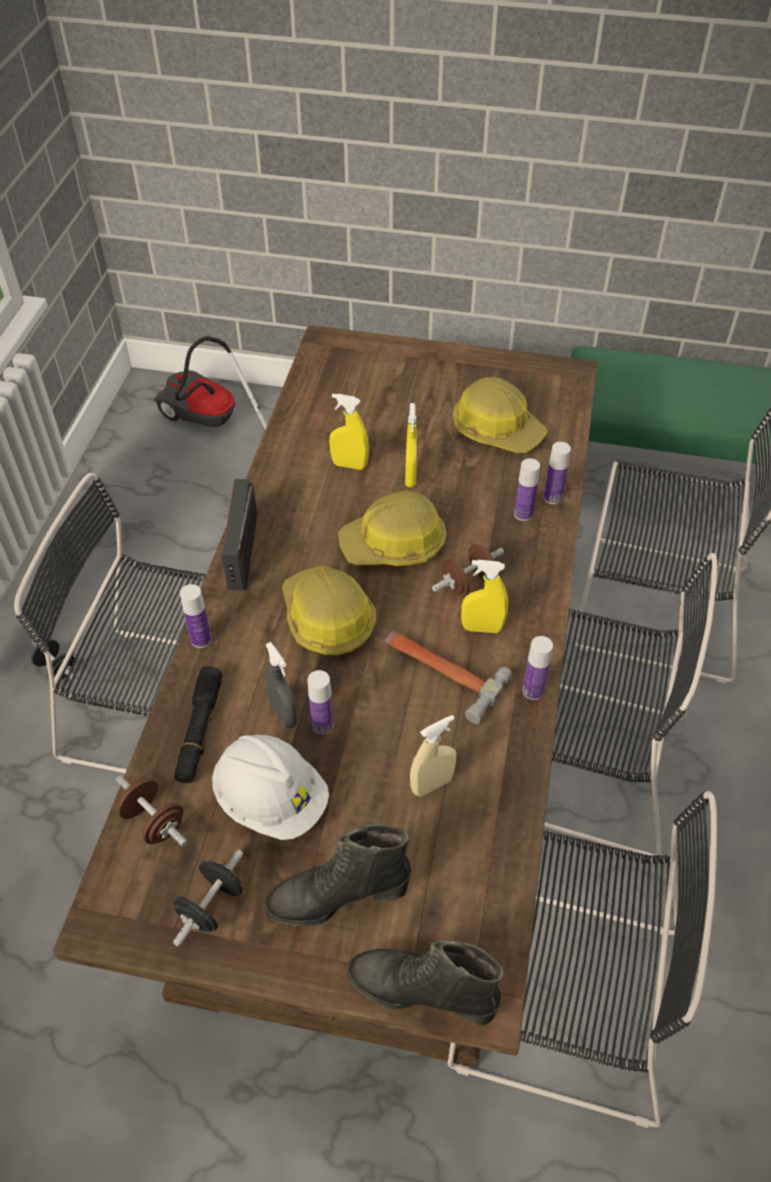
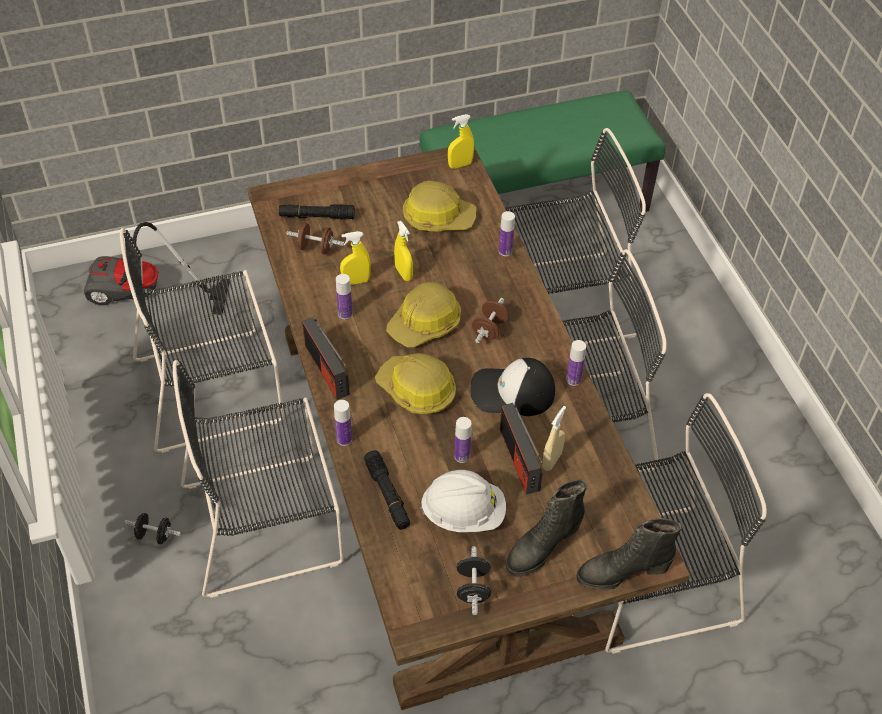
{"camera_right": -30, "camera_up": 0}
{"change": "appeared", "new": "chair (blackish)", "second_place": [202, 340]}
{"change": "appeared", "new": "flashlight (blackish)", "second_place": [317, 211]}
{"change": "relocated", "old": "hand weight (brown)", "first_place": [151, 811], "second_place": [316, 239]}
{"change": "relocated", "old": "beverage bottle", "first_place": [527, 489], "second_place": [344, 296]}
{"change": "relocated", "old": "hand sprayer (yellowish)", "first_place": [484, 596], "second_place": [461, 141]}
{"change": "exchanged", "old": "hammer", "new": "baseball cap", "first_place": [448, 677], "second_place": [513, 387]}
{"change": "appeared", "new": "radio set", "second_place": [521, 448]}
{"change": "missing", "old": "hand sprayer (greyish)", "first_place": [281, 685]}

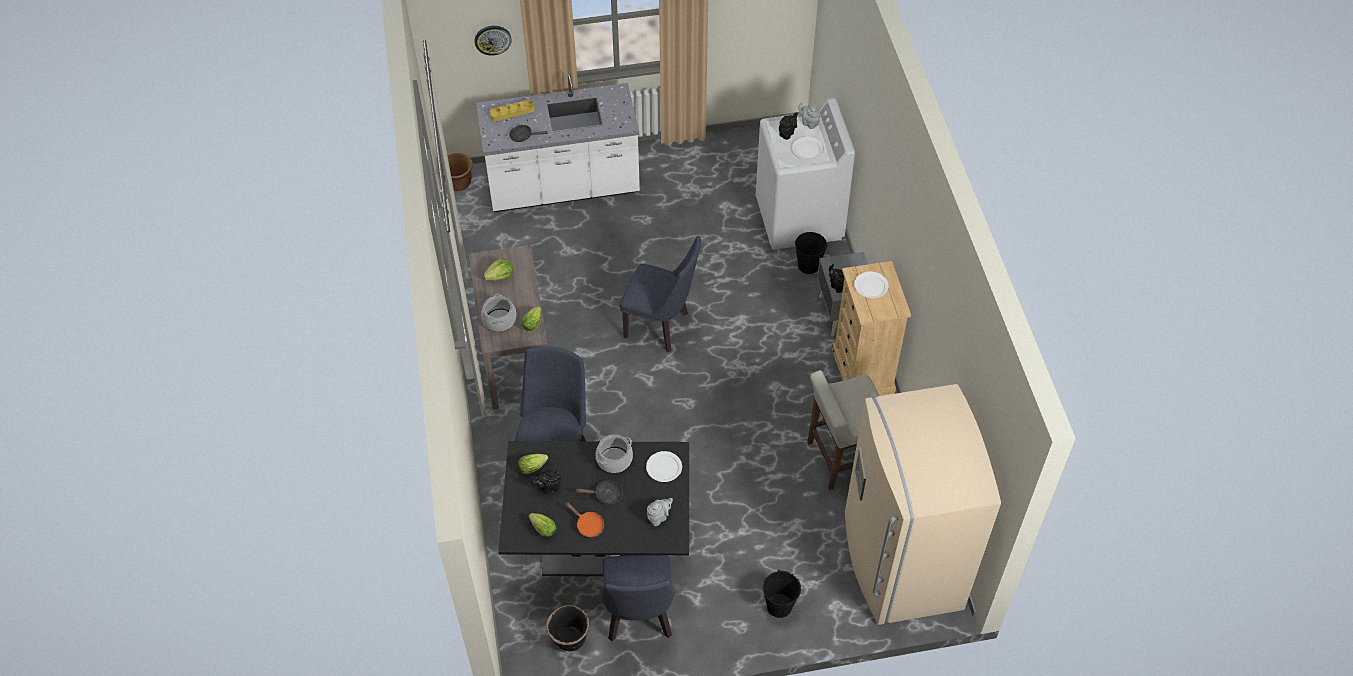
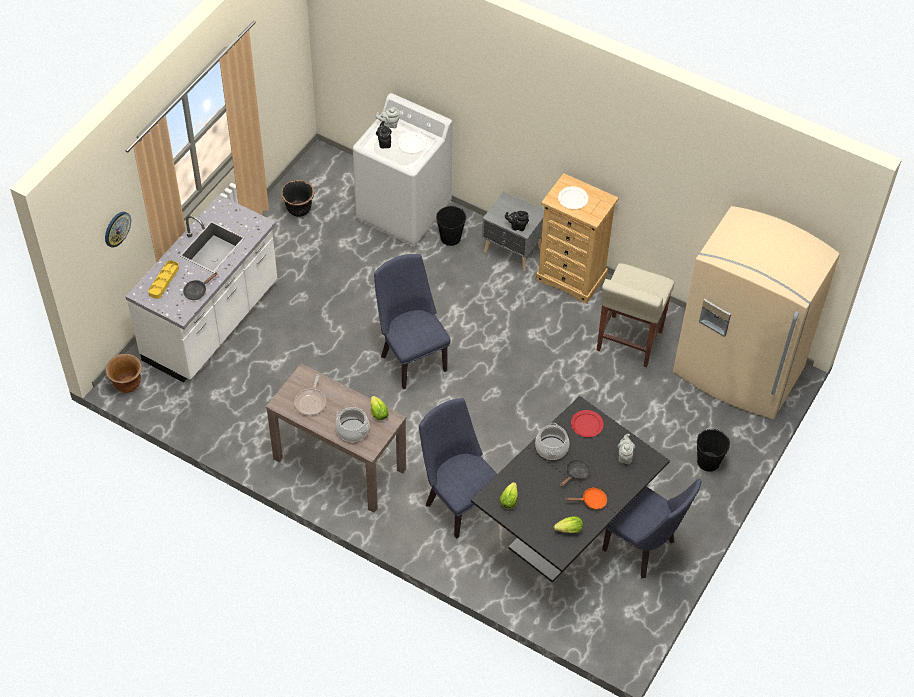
{"camera_right": -50, "camera_up": 0}
{"change": "relocated", "old": "flower pot (blackish)", "first_place": [568, 628], "second_place": [297, 198]}
{"change": "exchanged", "old": "lettuce", "new": "frying pan", "first_place": [498, 269], "second_place": [310, 395]}
{"change": "spun", "old": "chair (blue-coloured)", "first_place": [660, 294], "second_place": [412, 321], "degrees": -90}
{"change": "colour", "old": "flat dish (white-coloured)", "new": "flat dish (red-coloured)", "first_place": [664, 466], "second_place": [587, 423]}
{"change": "missing", "old": "tea pot (blackish)", "first_place": [546, 481]}

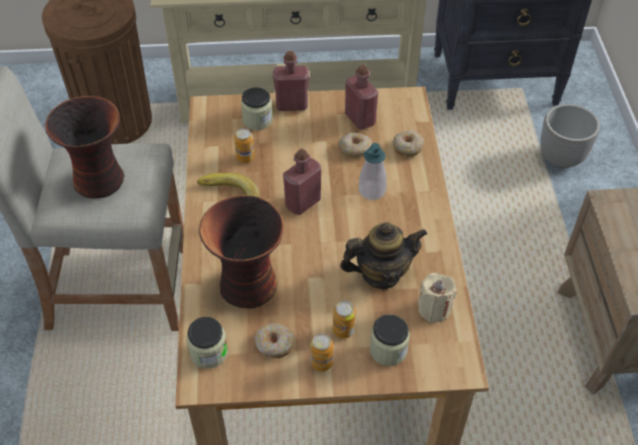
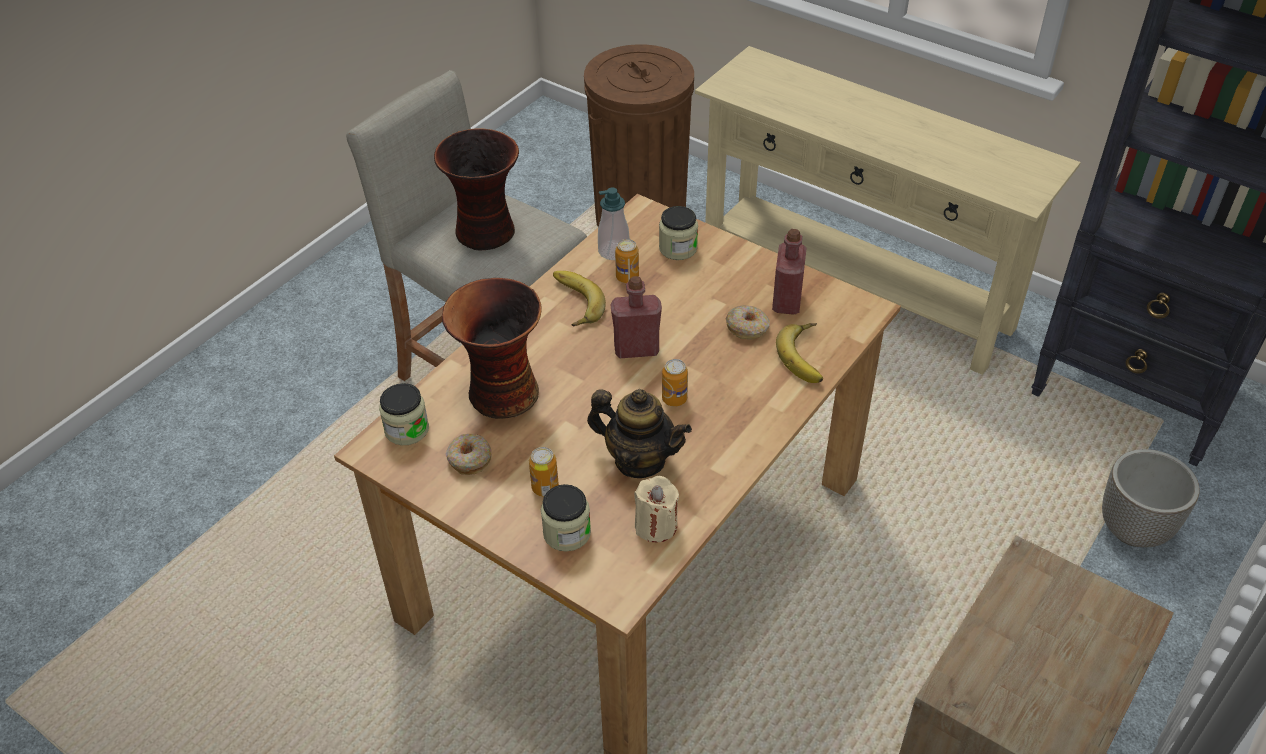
{"camera_right": 40, "camera_up": -5}
{"change": "relocated", "old": "soap bottle", "first_place": [372, 171], "second_place": [614, 223]}
{"change": "relocated", "old": "sealed can", "first_place": [322, 352], "second_place": [675, 383]}
{"change": "exchanged", "old": "doughnut", "new": "banana fruit", "first_place": [408, 144], "second_place": [799, 353]}
{"change": "missing", "old": "beverage bottle (red-coloured)", "first_place": [291, 81]}

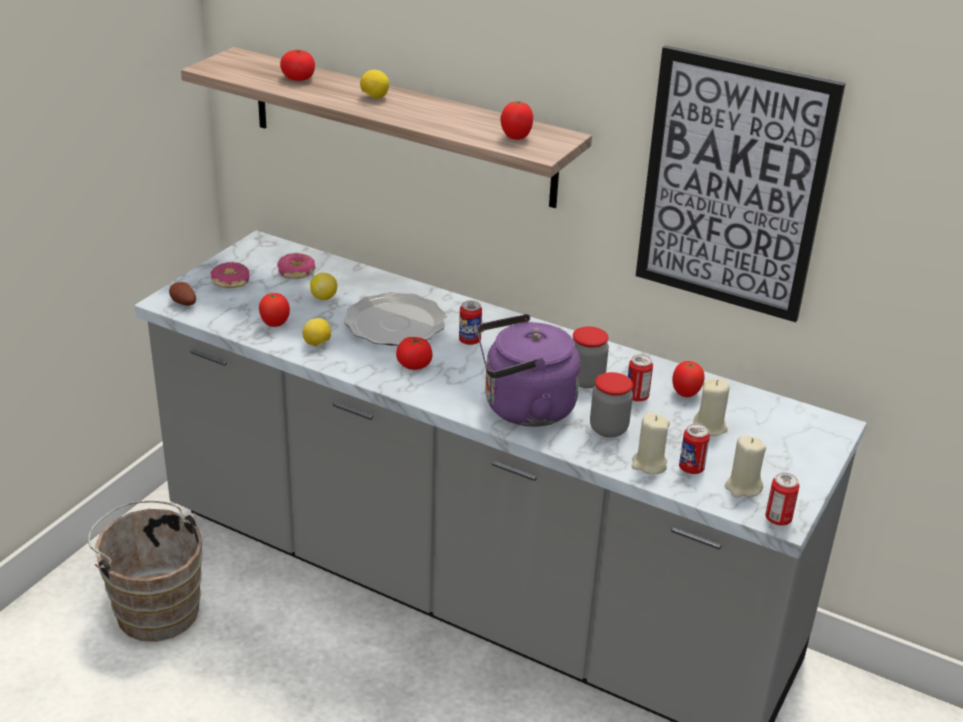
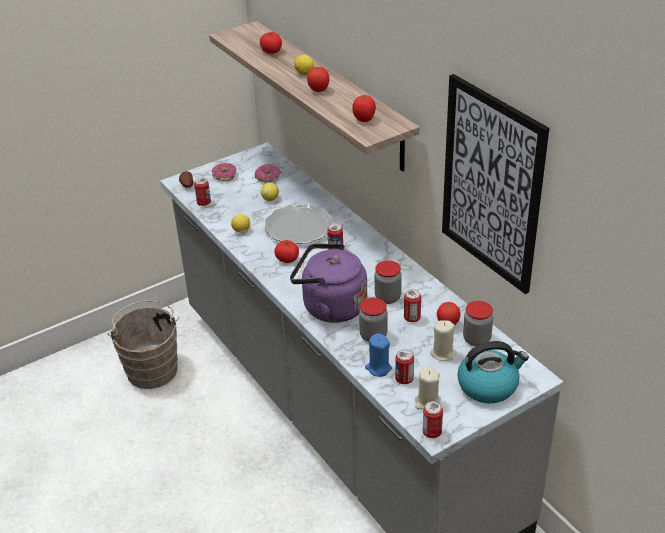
{"camera_right": 30, "camera_up": 5}
{"change": "appeared", "new": "sealed can", "second_place": [202, 191]}
{"change": "relocated", "old": "fresh tomato", "first_place": [274, 310], "second_place": [318, 79]}
{"change": "colour", "old": "wax candle (sand-coloured)", "new": "wax candle (blue-coloured)", "first_place": [651, 443], "second_place": [378, 355]}
{"change": "appeared", "new": "kettle", "second_place": [493, 372]}
{"change": "appeared", "new": "preserve jar", "second_place": [478, 323]}

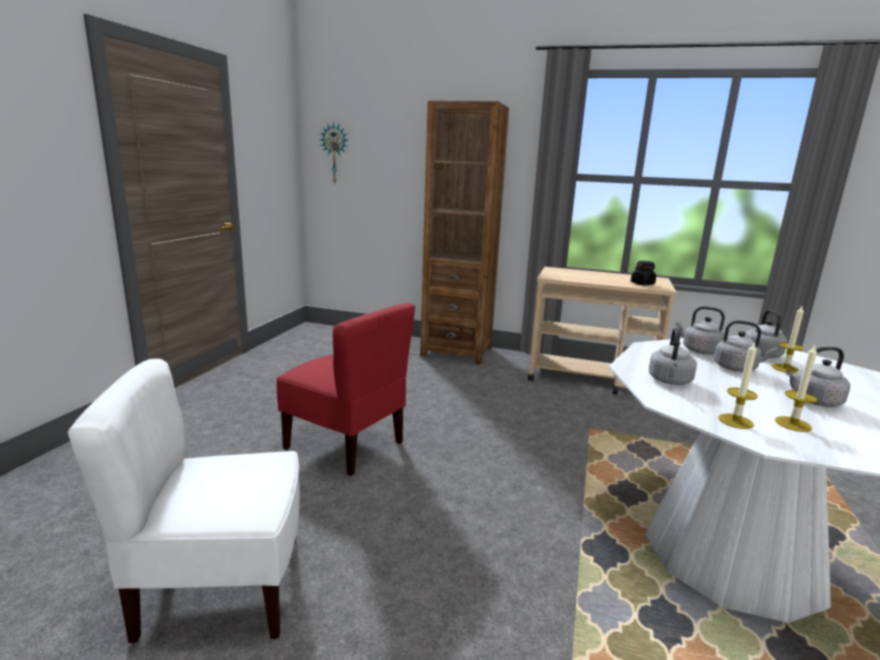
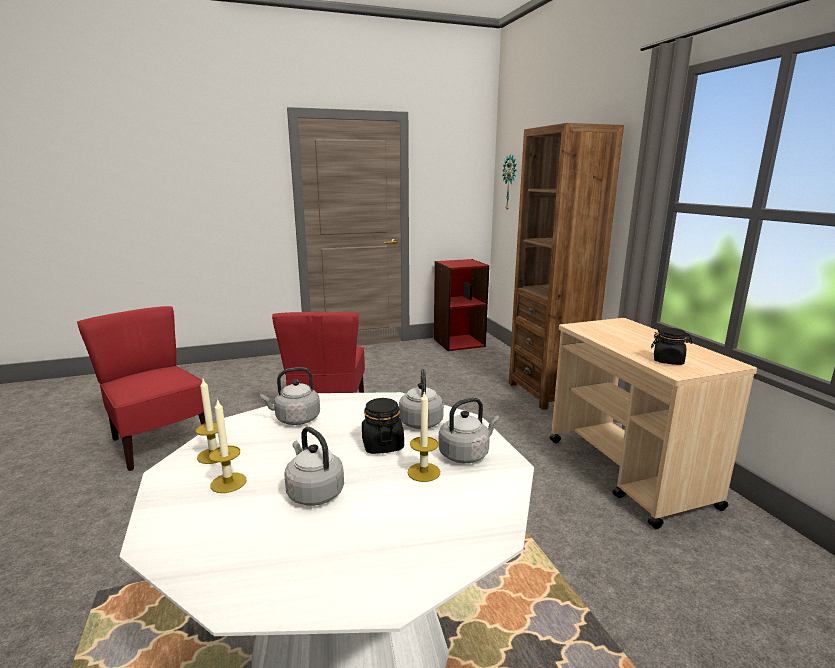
{"camera_right": 55, "camera_up": 0}
{"change": "colour", "old": "chair (white-coloured)", "new": "chair (red-coloured)", "first_place": [184, 501], "second_place": [141, 388]}
{"change": "exchanged", "old": "kettle (greyish)", "new": "preserve jar (blackish)", "first_place": [745, 346], "second_place": [383, 426]}
{"change": "appeared", "new": "bookshelf (red-coloured)", "second_place": [461, 305]}

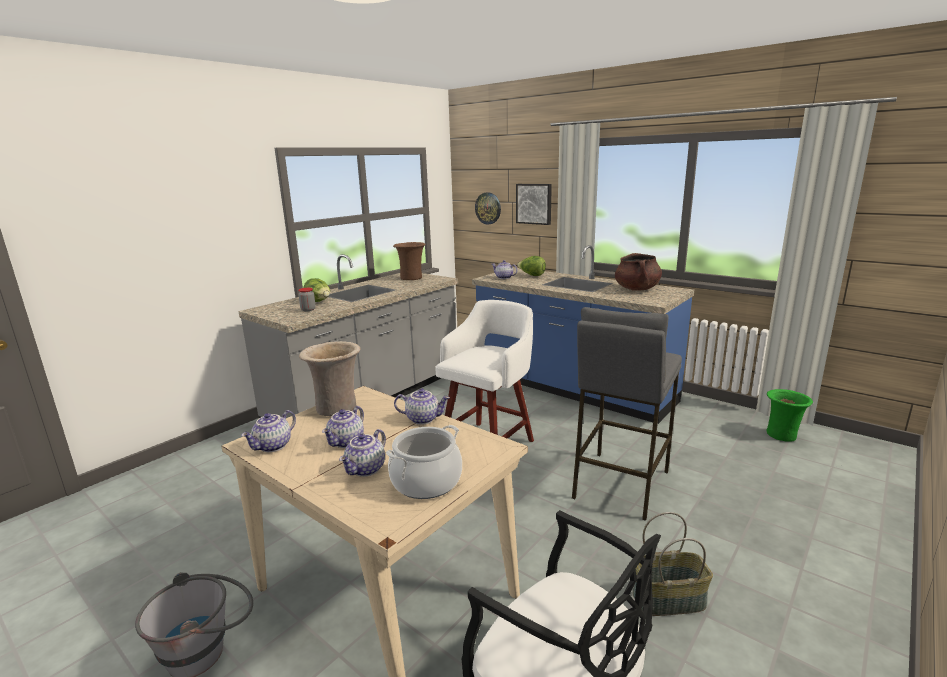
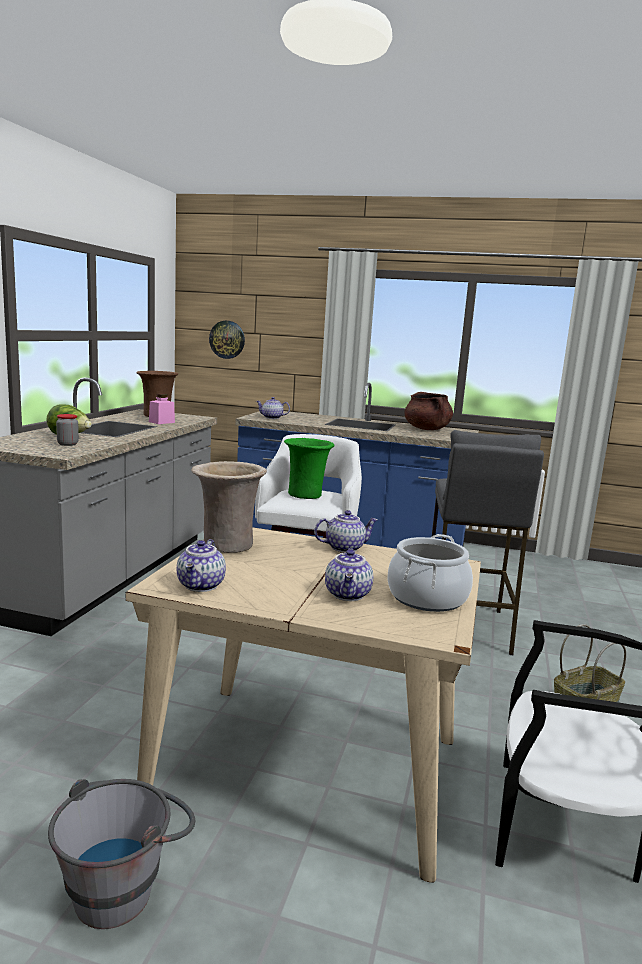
{"camera_right": -25, "camera_up": -5}
{"change": "appeared", "new": "preserve jar (pink)", "second_place": [162, 409]}
{"change": "relocated", "old": "flower vase (greenish)", "first_place": [790, 415], "second_place": [309, 468]}
{"change": "missing", "old": "tea pot", "first_place": [343, 427]}
{"change": "missing", "old": "picture", "first_place": [534, 204]}
{"change": "missing", "old": "lettuce", "first_place": [531, 266]}

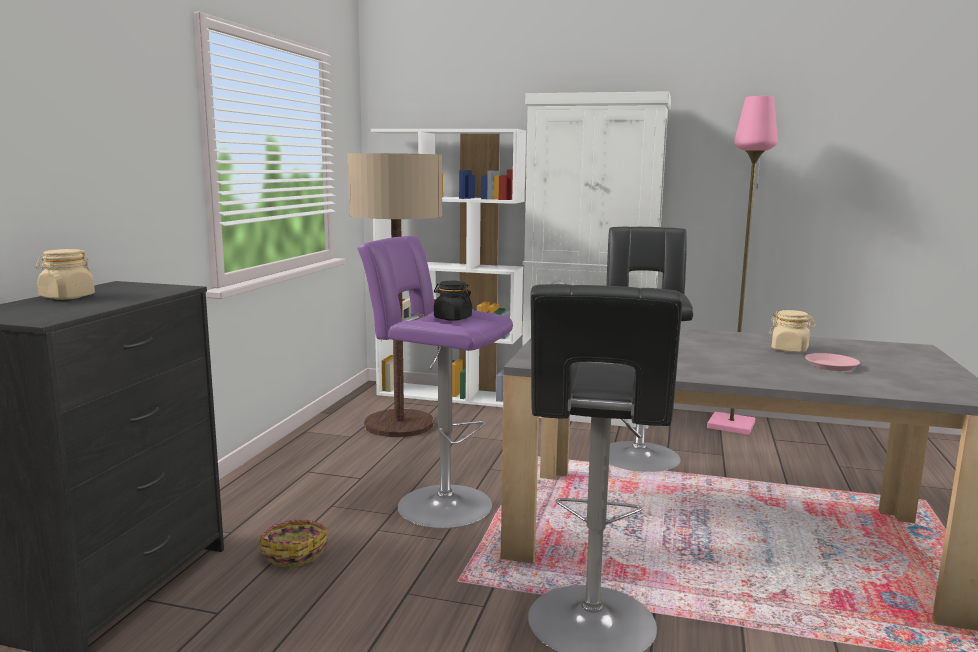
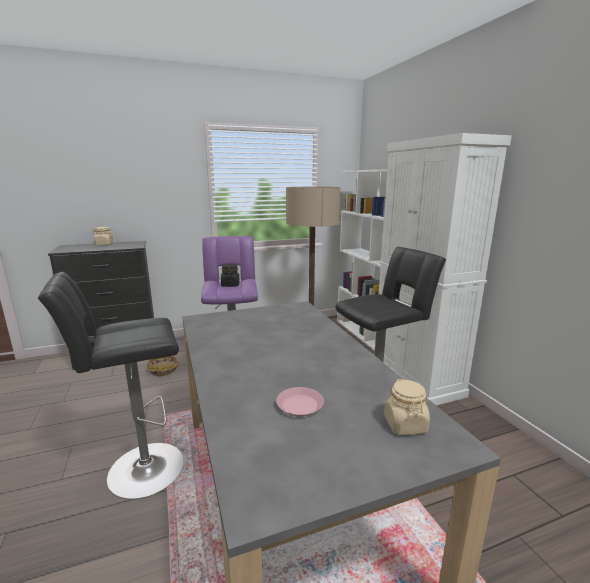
{"camera_right": 55, "camera_up": 5}
{"change": "relocated", "old": "preserve jar (sand-coloured)", "first_place": [792, 331], "second_place": [407, 407]}
{"change": "missing", "old": "standard lamp (pink)", "first_place": [742, 265]}

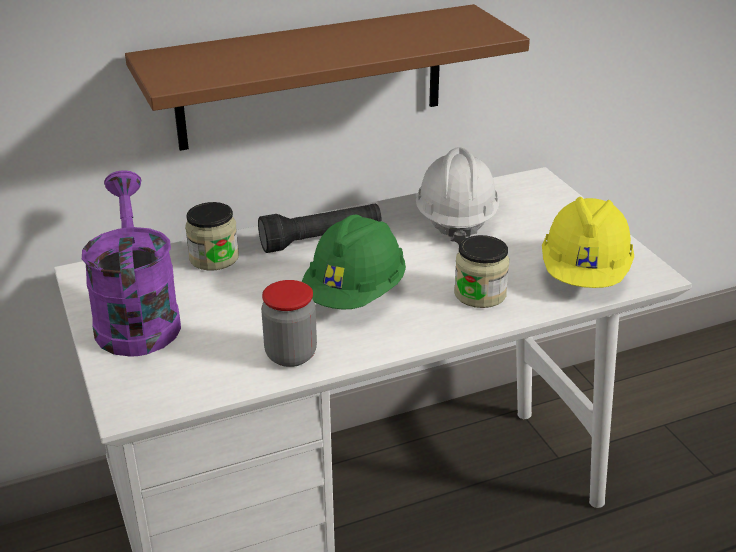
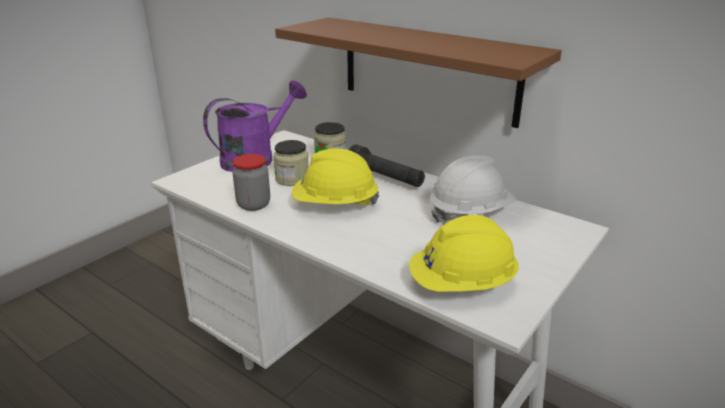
{"camera_right": 60, "camera_up": -5}
{"change": "relocated", "old": "preserve jar", "first_place": [481, 271], "second_place": [291, 163]}
{"change": "colour", "old": "safety helmet (greenish)", "new": "safety helmet (yellowish)", "first_place": [354, 262], "second_place": [335, 176]}

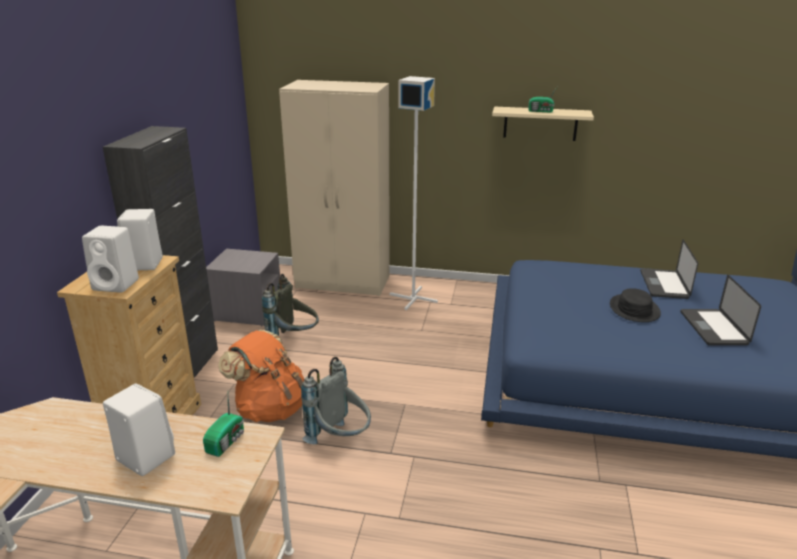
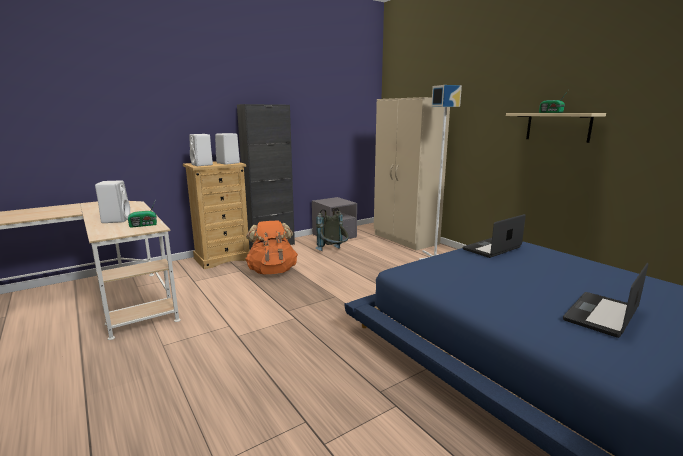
{"camera_right": 45, "camera_up": -10}
{"change": "relocated", "old": "portable computer", "first_place": [669, 269], "second_place": [494, 236]}
{"change": "missing", "old": "rucksack (greyish)", "first_place": [336, 400]}
{"change": "missing", "old": "clothing hat (blackish)", "first_place": [635, 305]}

